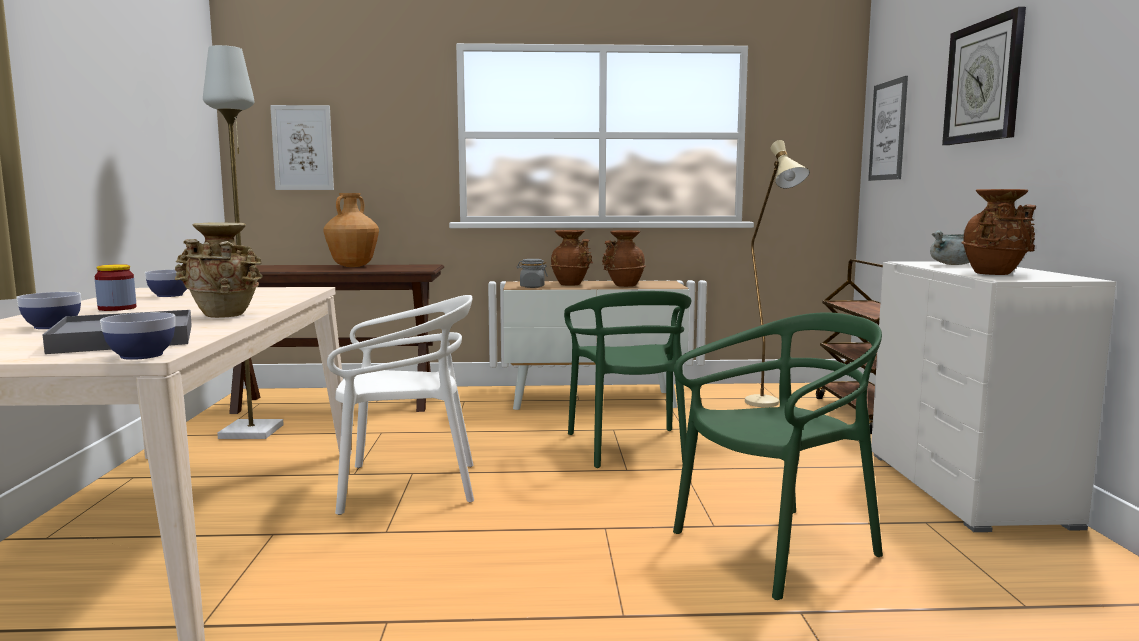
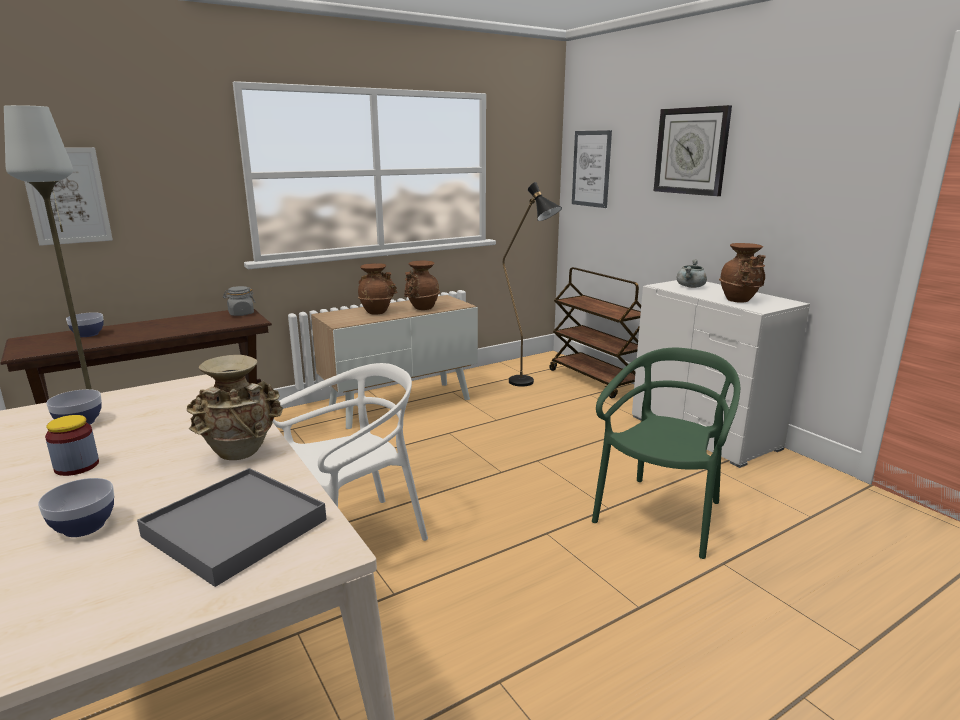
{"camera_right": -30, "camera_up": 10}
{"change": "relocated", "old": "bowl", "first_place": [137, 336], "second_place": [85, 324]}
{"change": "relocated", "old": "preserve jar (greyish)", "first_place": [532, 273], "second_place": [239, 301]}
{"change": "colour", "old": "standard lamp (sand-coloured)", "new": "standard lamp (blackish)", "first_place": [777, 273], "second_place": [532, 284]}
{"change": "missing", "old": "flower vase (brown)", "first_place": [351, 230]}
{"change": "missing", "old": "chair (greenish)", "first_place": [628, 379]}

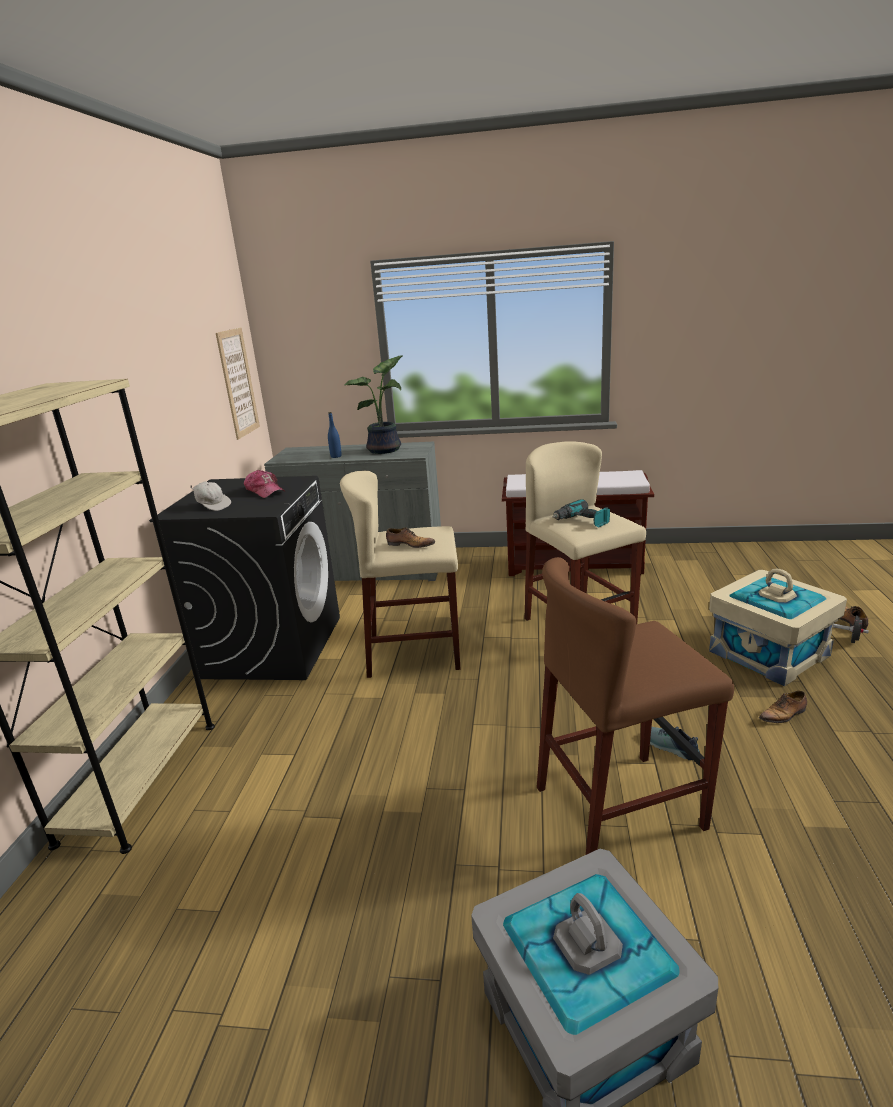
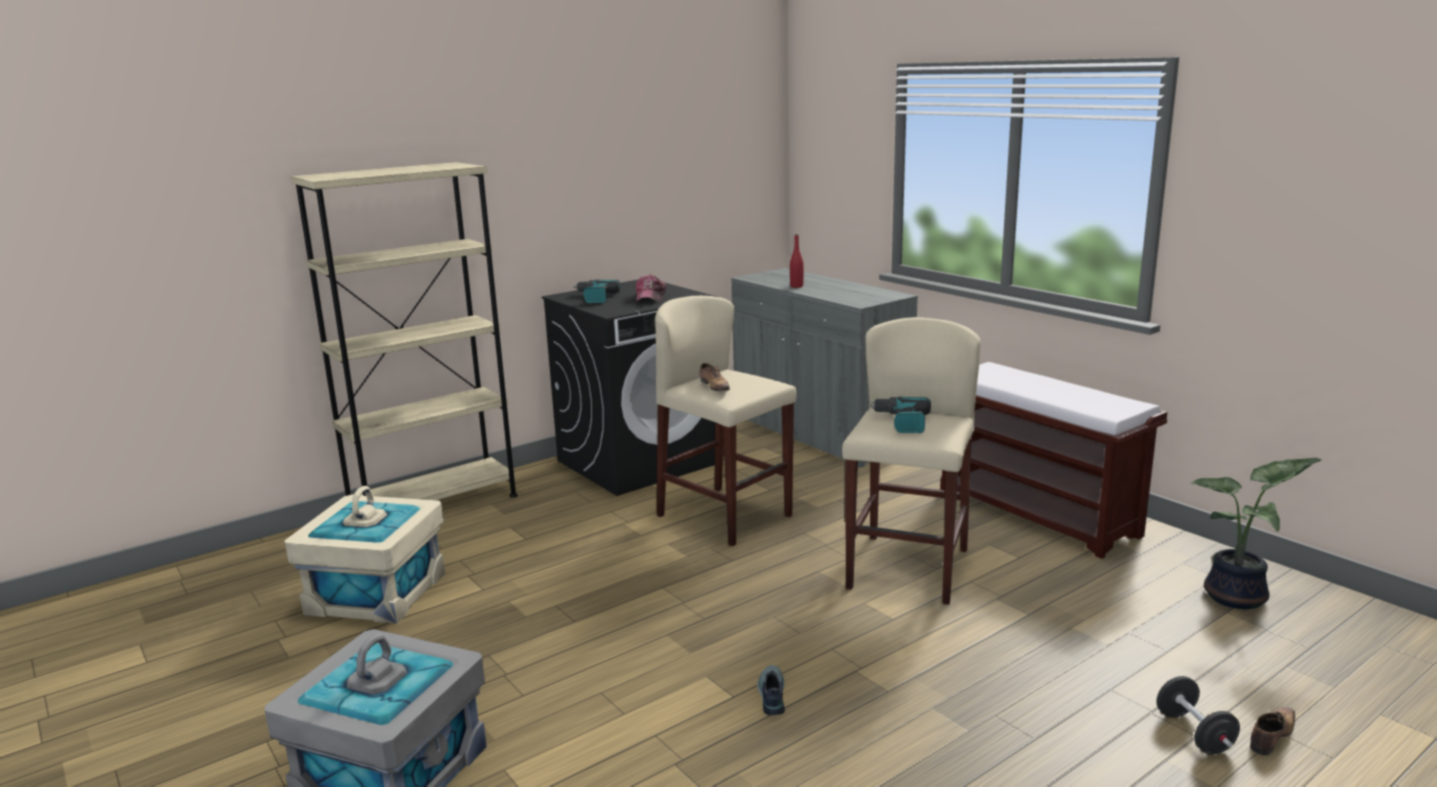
{"camera_right": 45, "camera_up": -5}
{"change": "relocated", "old": "storage container (sand-coloured)", "first_place": [778, 627], "second_place": [364, 555]}
{"change": "exchanged", "old": "baseball cap (white-coloured)", "new": "power drill", "first_place": [210, 496], "second_place": [597, 291]}
{"change": "colour", "old": "beverage bottle (blue-coloured)", "new": "beverage bottle (red-coloured)", "first_place": [335, 435], "second_place": [797, 261]}
{"change": "relocated", "old": "potted plant", "first_place": [373, 404], "second_place": [1257, 533]}
{"change": "missing", "old": "picture", "first_place": [238, 384]}
{"change": "missing", "old": "stool (brown)", "first_place": [635, 706]}
{"change": "missing", "old": "low shoe", "first_place": [783, 707]}

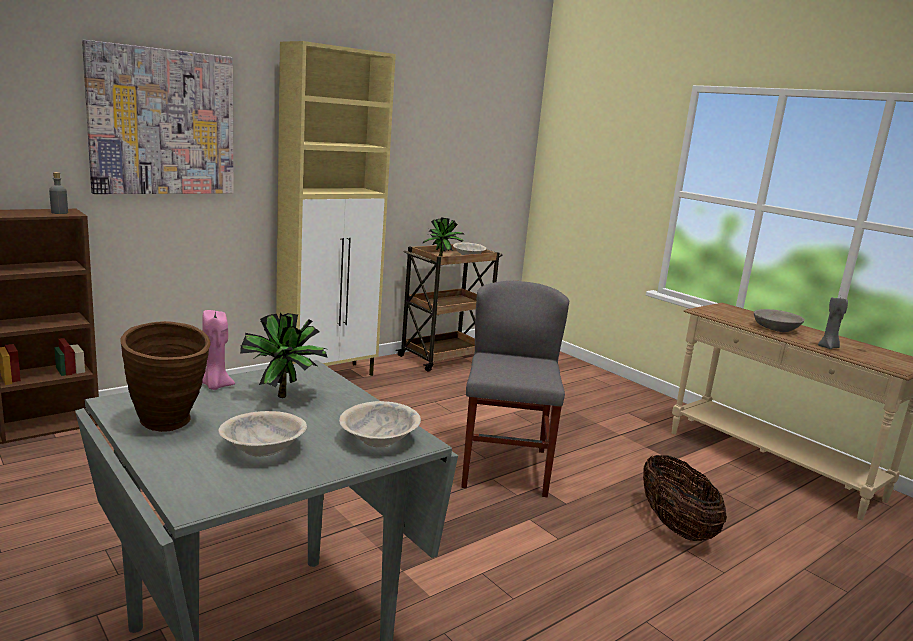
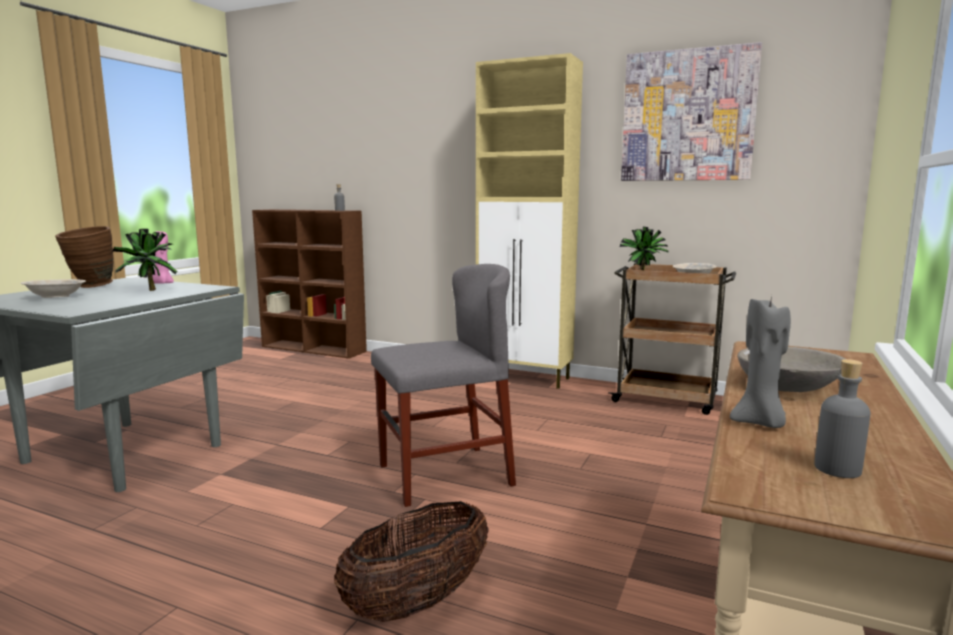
{"camera_right": 65, "camera_up": -5}
{"change": "relocated", "old": "picture", "first_place": [157, 117], "second_place": [691, 111]}
{"change": "appeared", "new": "beverage bottle (greyish)", "second_place": [842, 418]}
{"change": "missing", "old": "bowl (sand-coloured)", "first_place": [380, 424]}

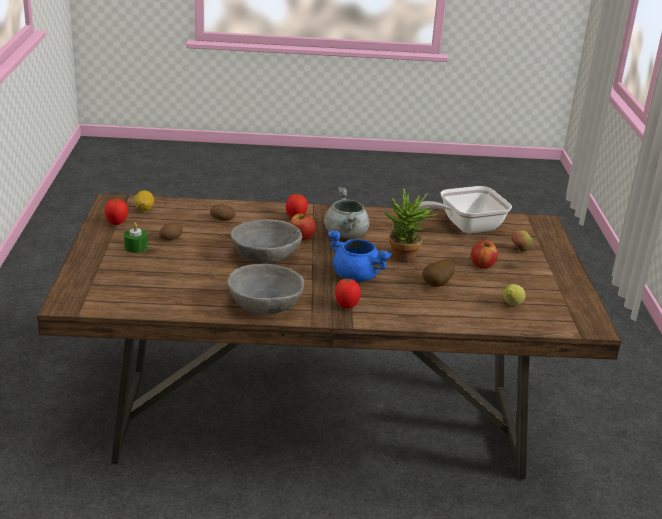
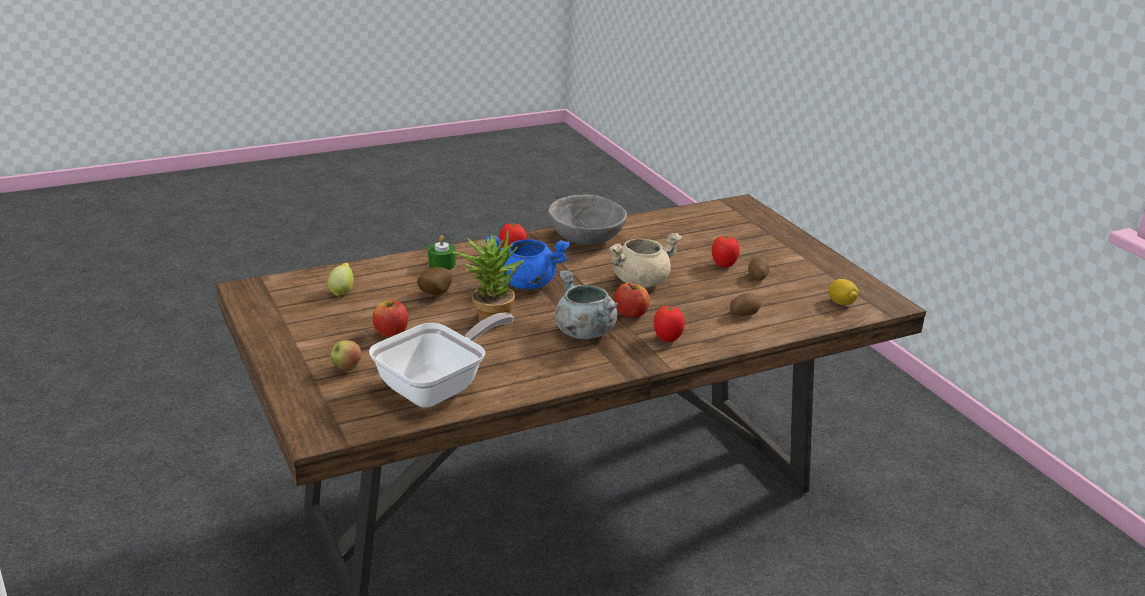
{"camera_right": 155, "camera_up": 0}
{"change": "relocated", "old": "wax candle (greenish)", "first_place": [136, 238], "second_place": [442, 252]}
{"change": "exchanged", "old": "bowl (greyish)", "new": "saucepot (sand-coloured)", "first_place": [266, 241], "second_place": [645, 260]}
{"change": "relocated", "old": "fresh tomato", "first_place": [116, 212], "second_place": [726, 251]}

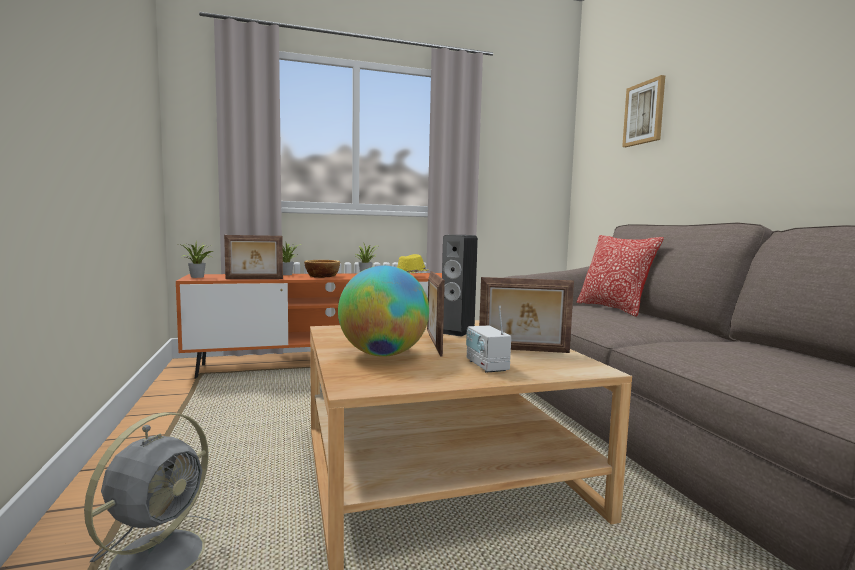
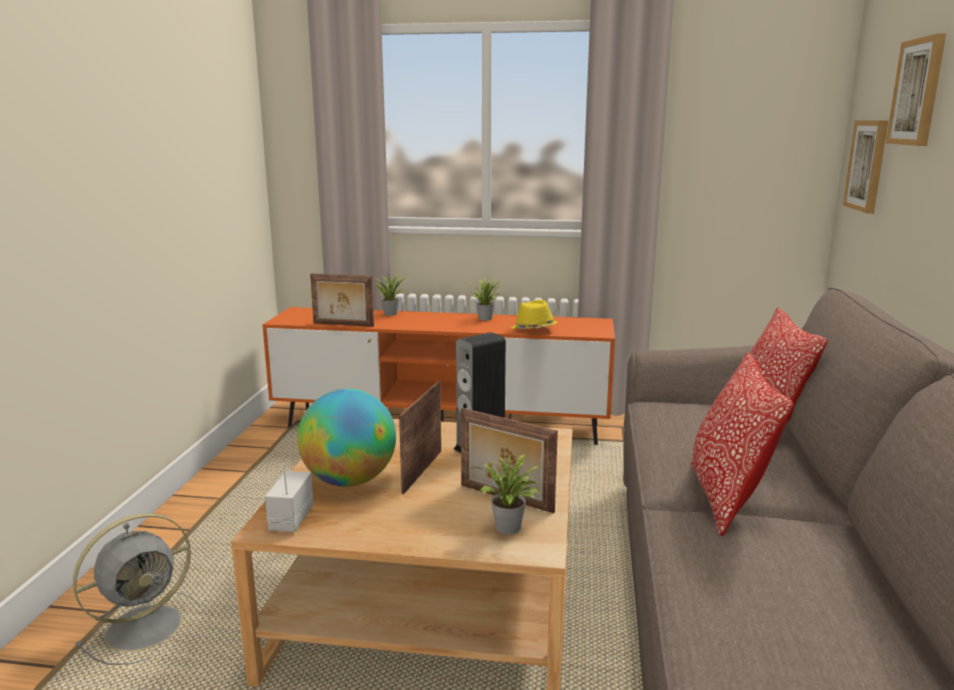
{"camera_right": 25, "camera_up": 10}
{"change": "relocated", "old": "radio set", "first_place": [488, 339], "second_place": [289, 497]}
{"change": "relocated", "old": "potted plant", "first_place": [196, 259], "second_place": [506, 493]}
{"change": "appeared", "new": "cushion", "second_place": [742, 444]}
{"change": "appeared", "new": "picture", "second_place": [865, 167]}
{"change": "missing", "old": "bowl", "first_place": [322, 269]}

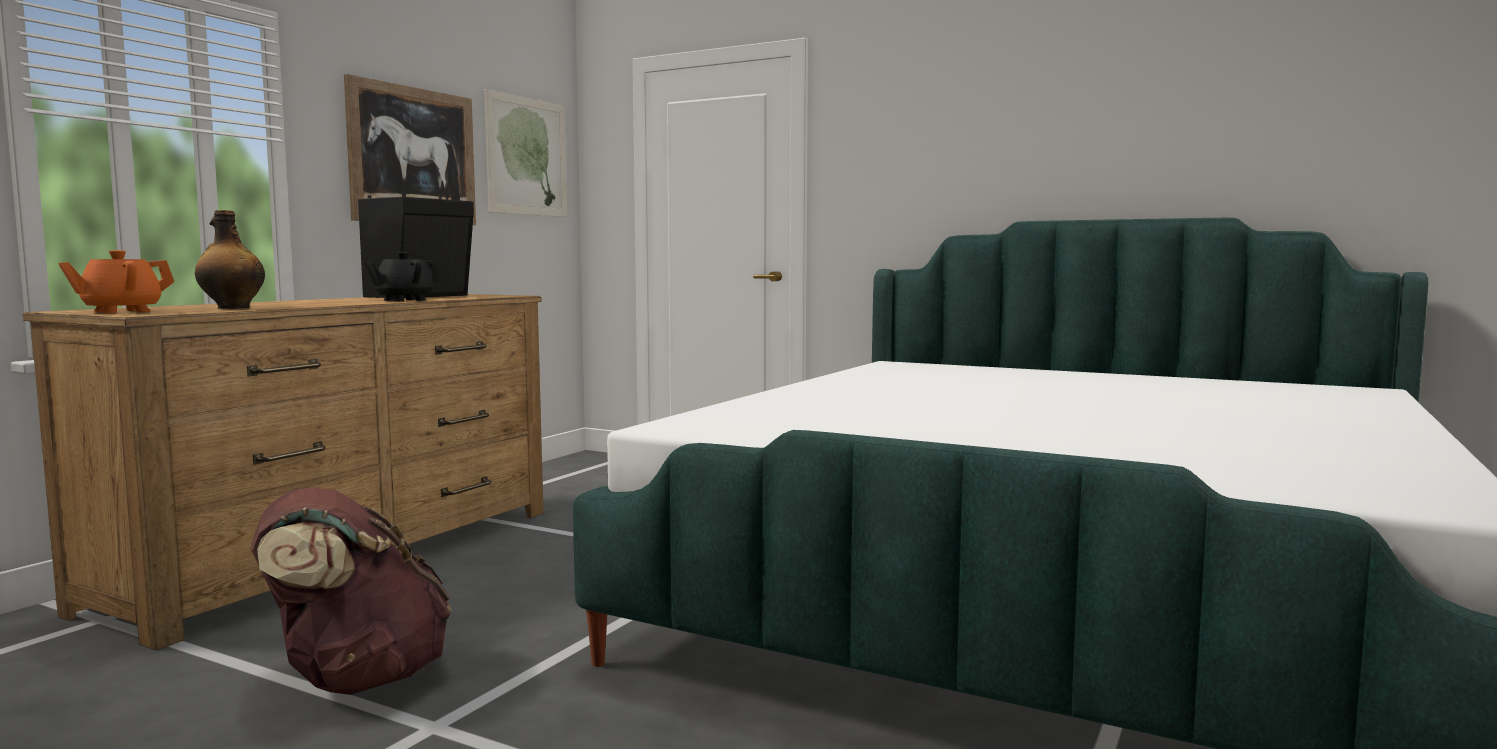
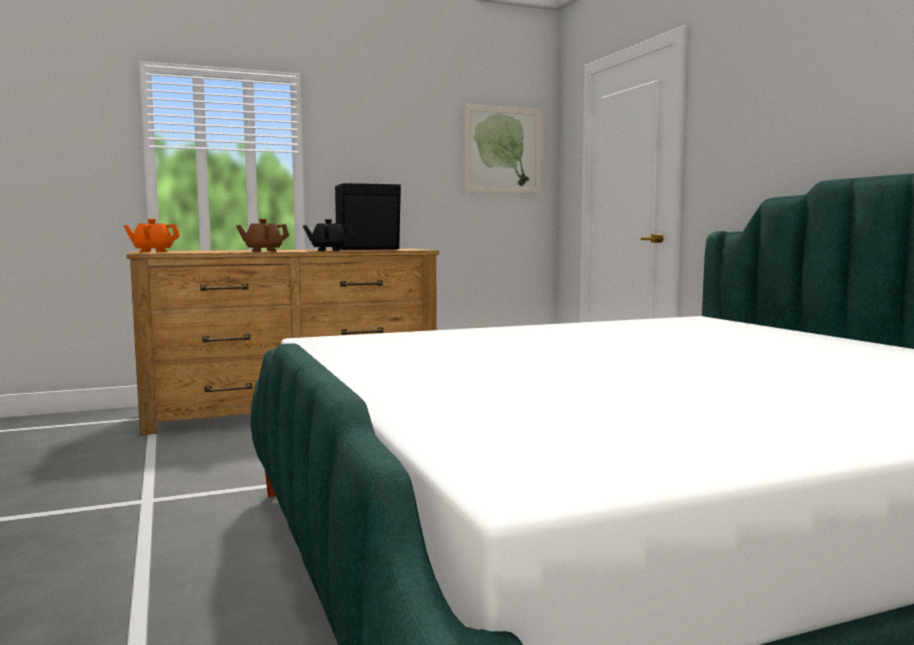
{"camera_right": 40, "camera_up": 0}
{"change": "appeared", "new": "tea pot (brown)", "second_place": [262, 235]}
{"change": "missing", "old": "beverage bottle", "first_place": [230, 259]}
{"change": "missing", "old": "rucksack (brown)", "first_place": [351, 591]}
{"change": "missing", "old": "picture", "first_place": [410, 149]}

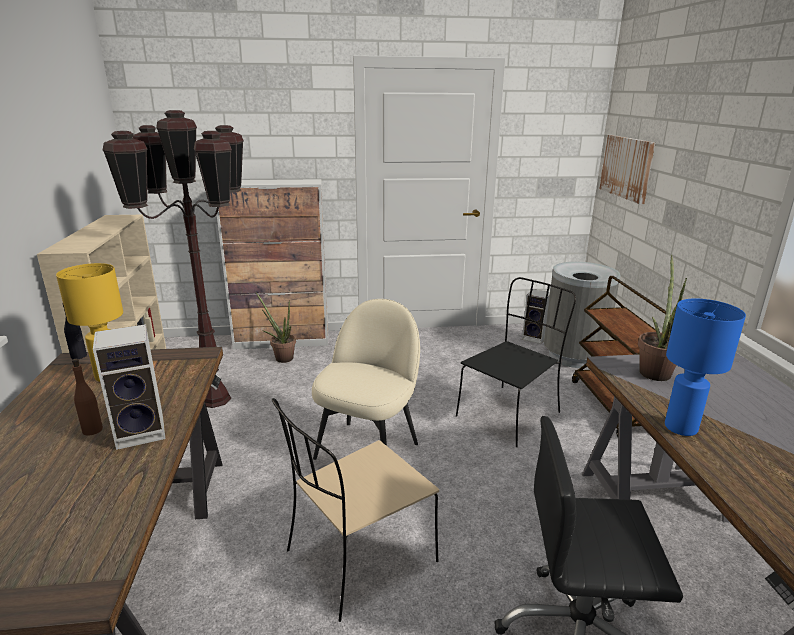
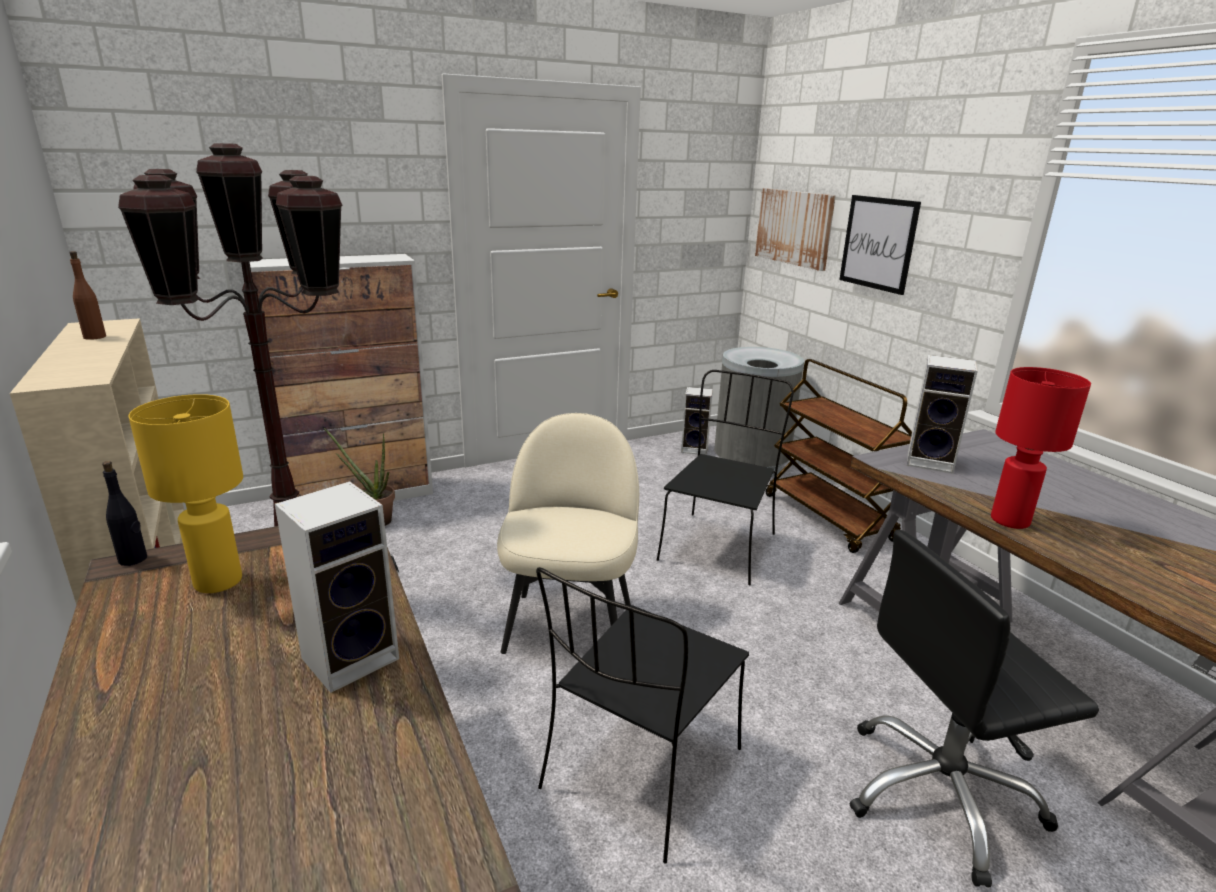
{"camera_right": -20, "camera_up": 0}
{"change": "relocated", "old": "beverage bottle (brown)", "first_place": [87, 397], "second_place": [87, 295]}
{"change": "colour", "old": "chair (sand-coloured)", "new": "chair (blackish)", "first_place": [355, 510], "second_place": [642, 715]}
{"change": "appeared", "new": "picture", "second_place": [880, 245]}
{"change": "exchanged", "old": "potted plant", "new": "audio speaker", "first_place": [662, 318], "second_place": [942, 414]}
{"change": "colour", "old": "lamp for a table (blue-coloured)", "new": "lamp for a table (red-coloured)", "first_place": [705, 367], "second_place": [1041, 448]}

